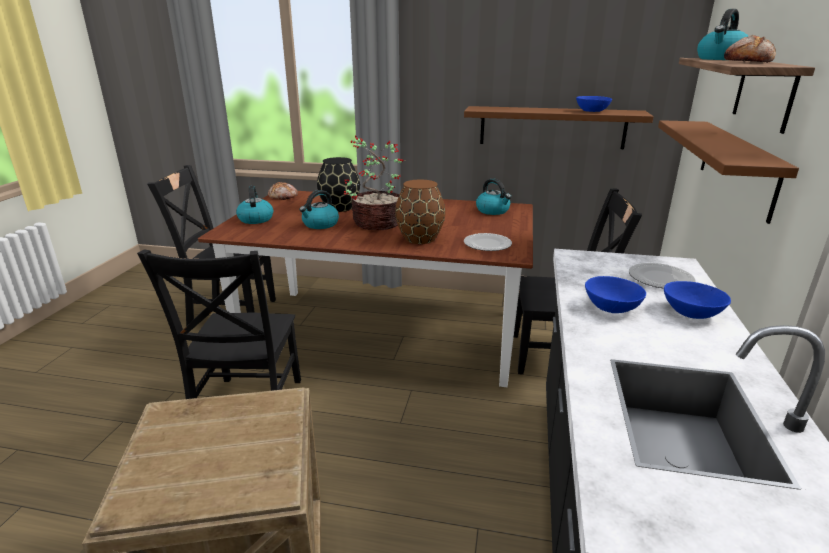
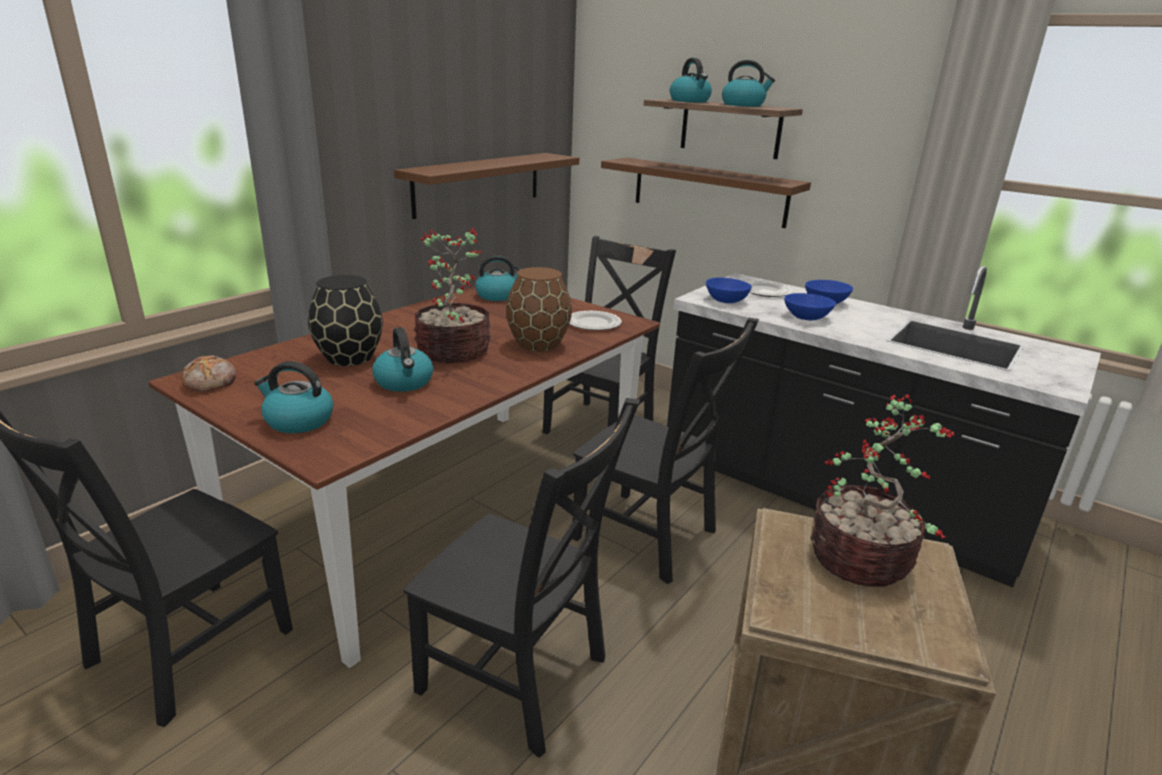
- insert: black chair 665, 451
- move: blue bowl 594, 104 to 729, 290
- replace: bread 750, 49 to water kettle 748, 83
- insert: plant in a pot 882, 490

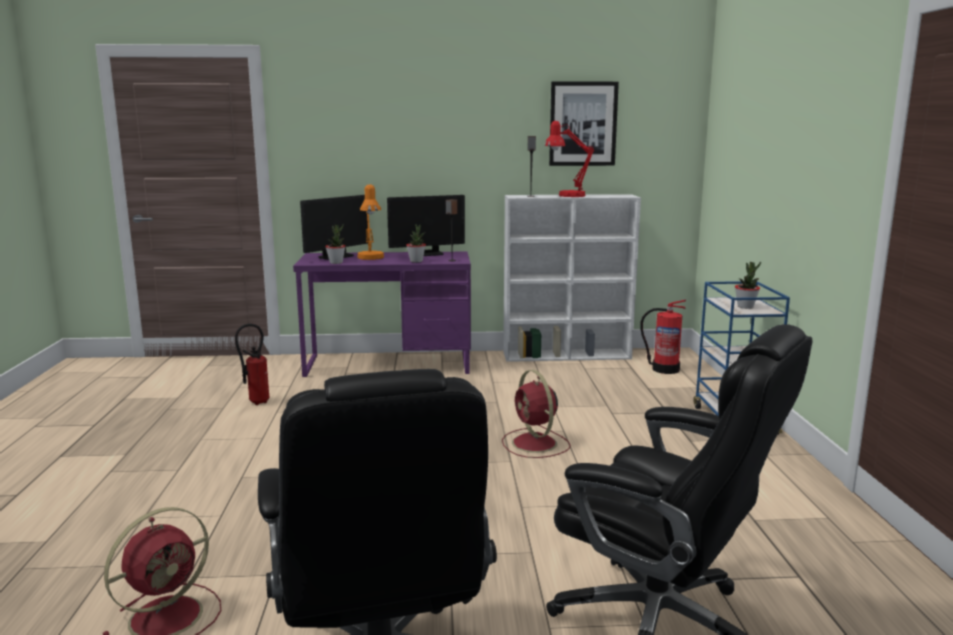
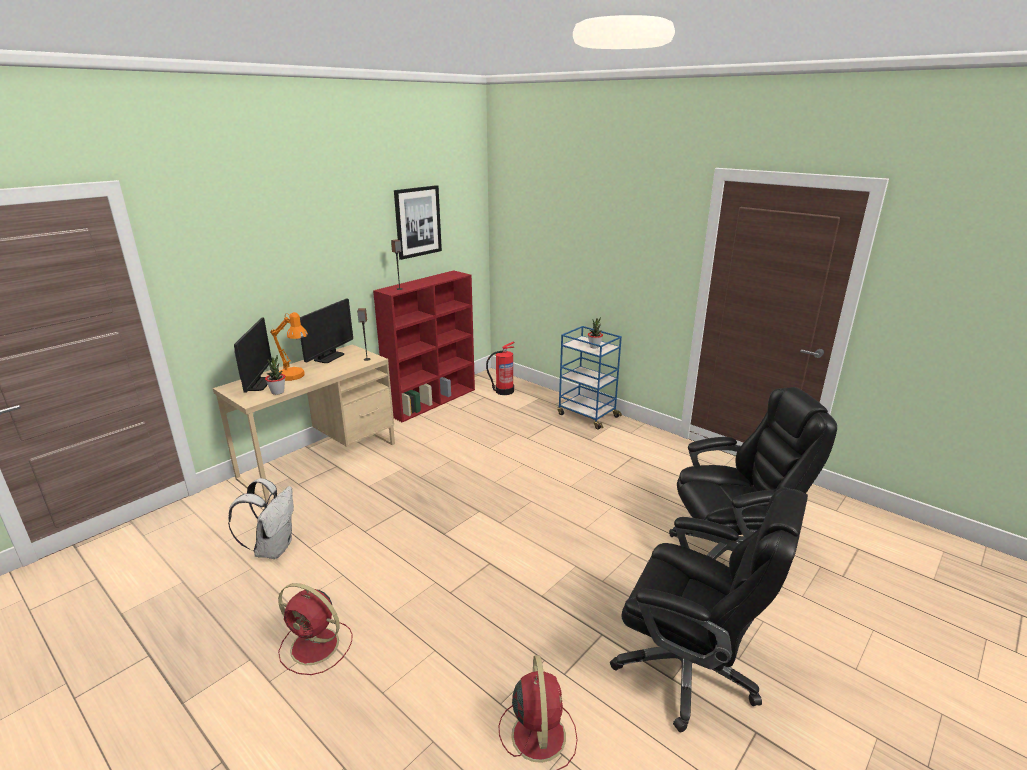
- recolor: purplish desk 382, 314 to sand-coloured desk 304, 424
- replace: fire-fighting cylinder 252, 364 to white-coloured backpack 261, 518
- move: red cooling fan 536, 414 to 315, 629
- recolor: white-coloured shelving unit 572, 278 to red shelving unit 424, 346
- delete: plant in a pot 416, 243
- delete: red lamp for a table 569, 159

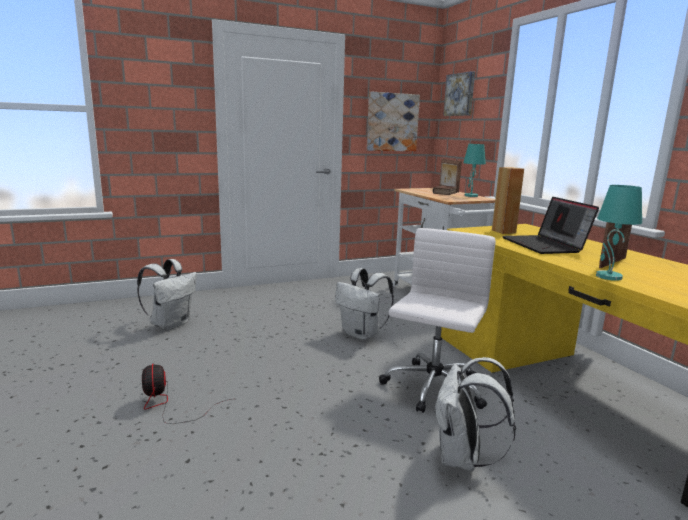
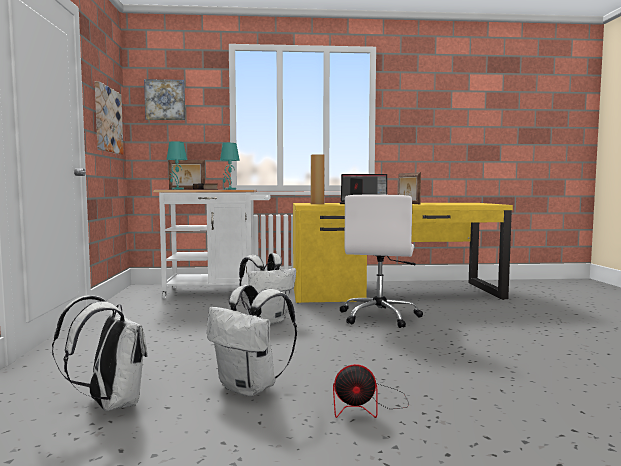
- move: turquoise lamp for a table 619, 233 to 177, 165
- move: white-coloured backpack 474, 414 to 252, 341
- rotate: white-coloured office chair 437, 320 = 381, 261 120 degrees counterclockwise

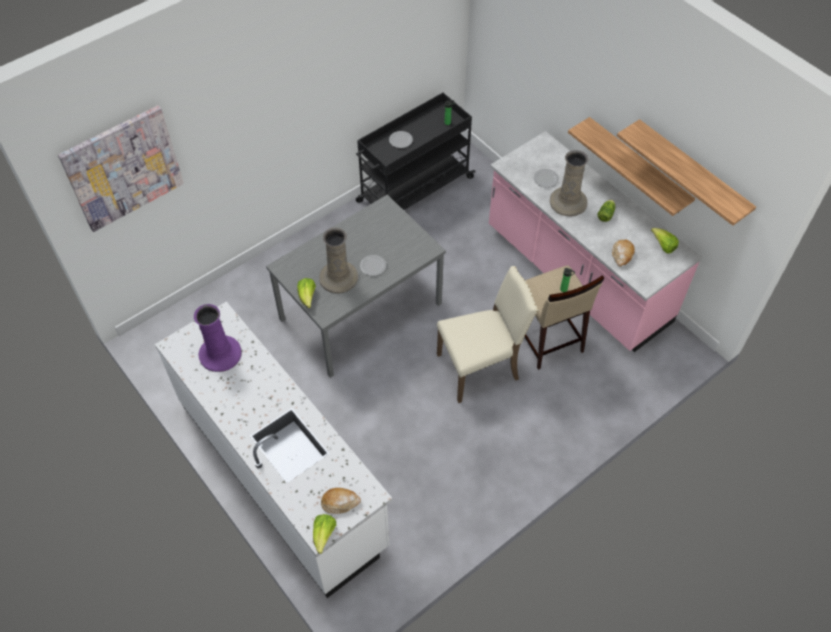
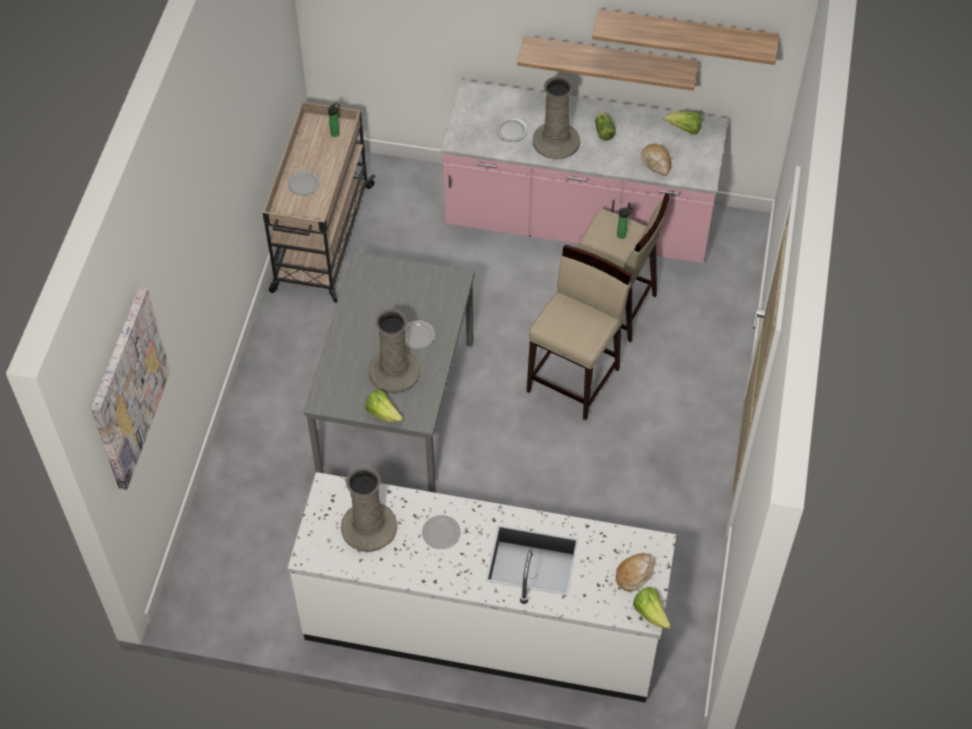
- recolor: black wheeled cart 416, 151 to sand-coloured wheeled cart 319, 202
- recolor: purplish flower vase 218, 338 to sand-coloured flower vase 369, 509
- insert: flat dish 441, 532
- replace: sand-coloured chair 487, 334 to sand-coloured stool 579, 332

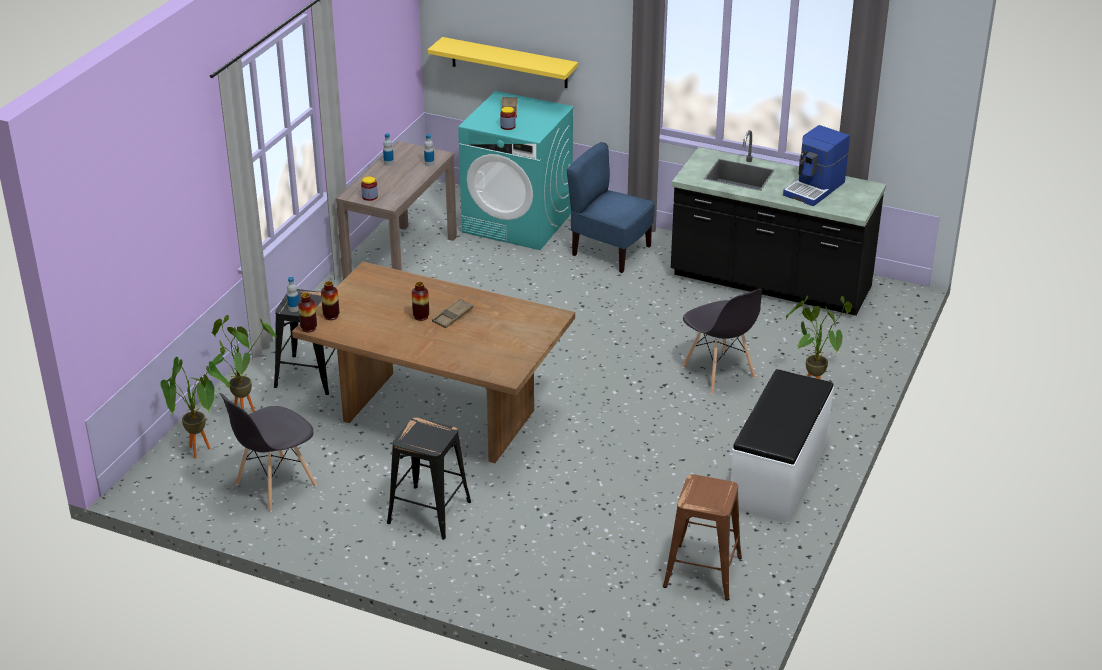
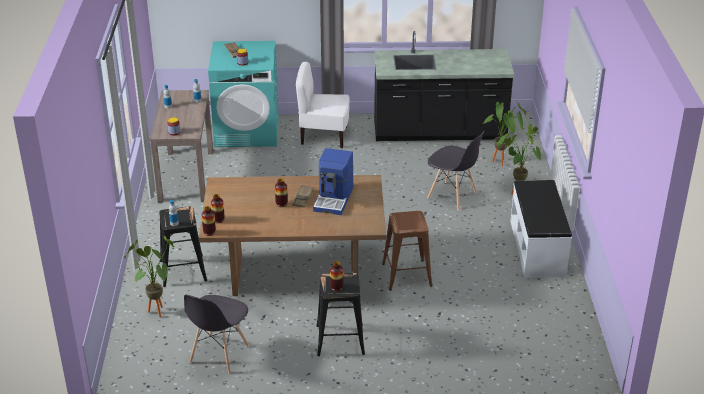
- recolor: blue chair 611, 207 to white-coloured chair 323, 104
- move: coffee maker 816, 165 to 333, 181
- insert: flower vase 337, 276
- move: brownish stool 702, 537 to 407, 251
- move: plant in a pot 195, 408 to 504, 133
- delete: yellow-coloured bracket shelf 503, 62

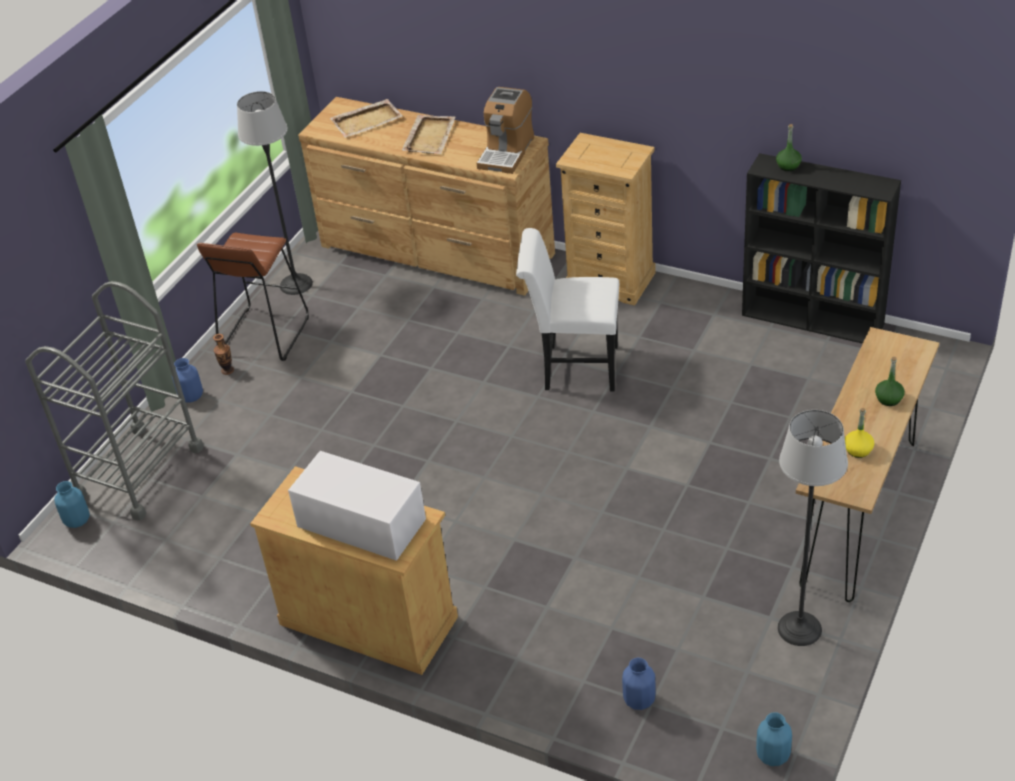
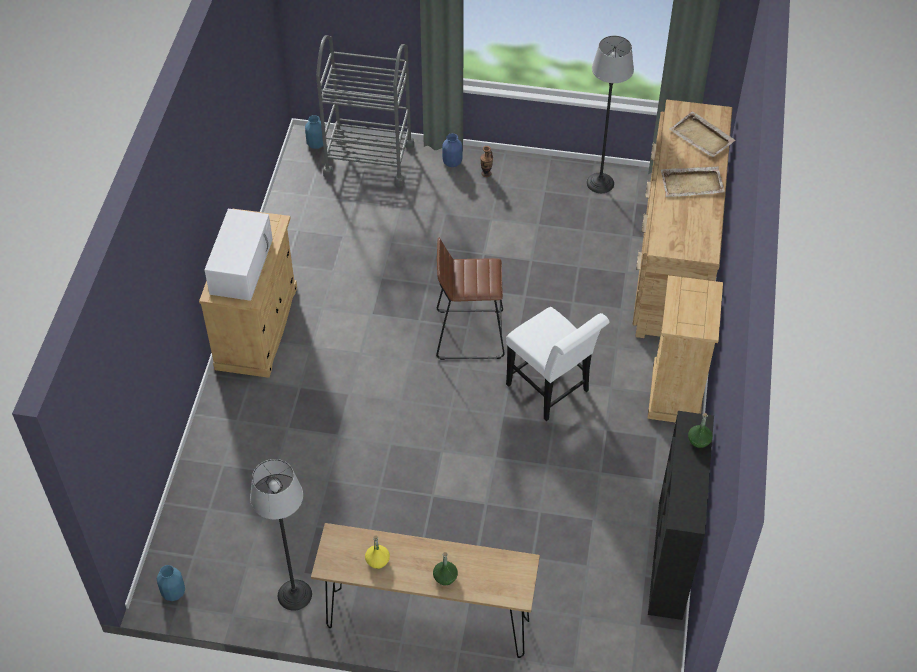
- move: brownish stool 253, 296 to 470, 298
- rotate: white-coloured chair 567, 309 = 558, 364 150 degrees clockwise
- delete: coffee maker 505, 130
- delete: blue flower vase 639, 684

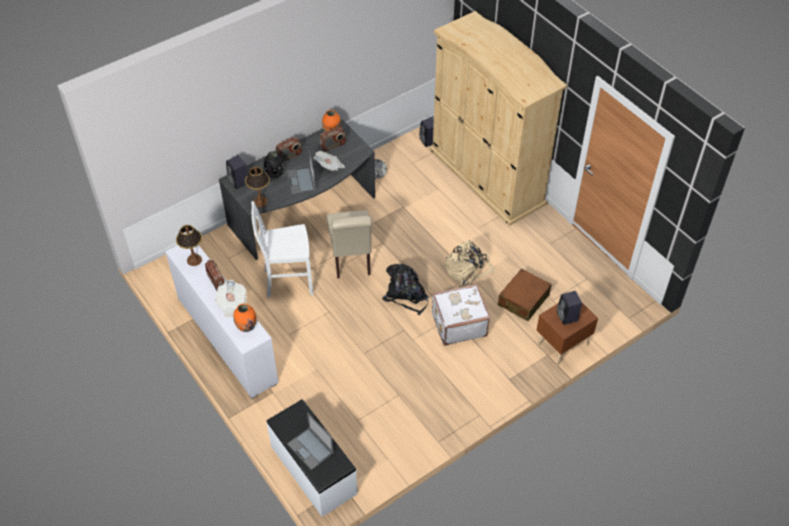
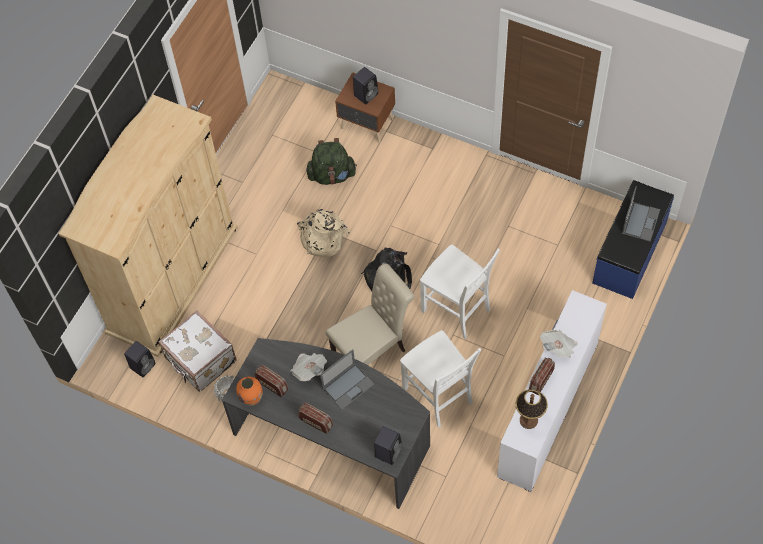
- move: white-coloured travel case 461, 315 to 197, 351
- replace: brownish travel case 525, 295 to green-coloured backpack 331, 161
- insert: white-coloured chair 460, 292
- recolor: white-coloured bench 312, 458 to blue bench 633, 239
- delete: orange flower vase 245, 318
- delete: lamp for a table 257, 187
- delete: black flower vase 274, 165

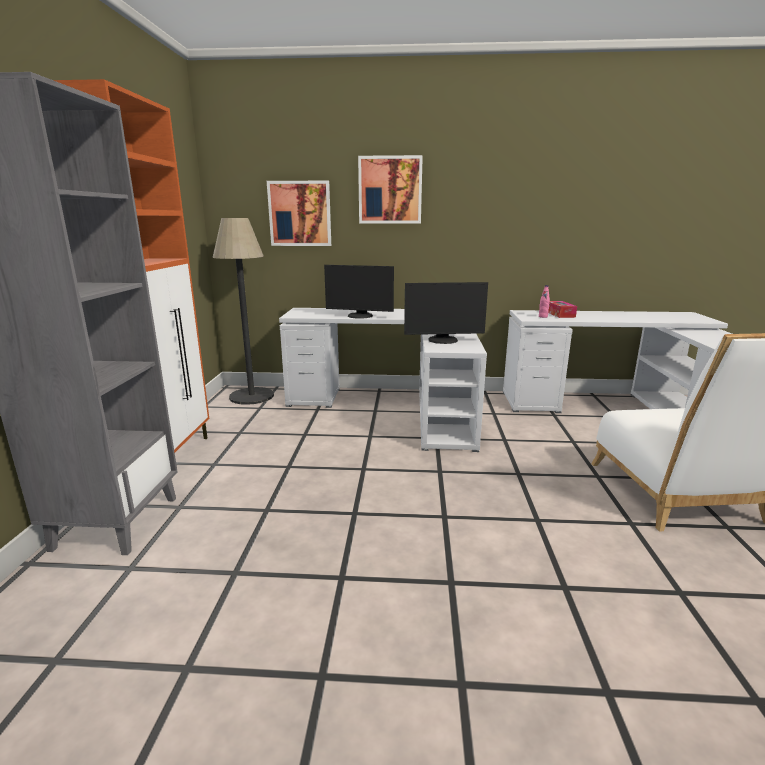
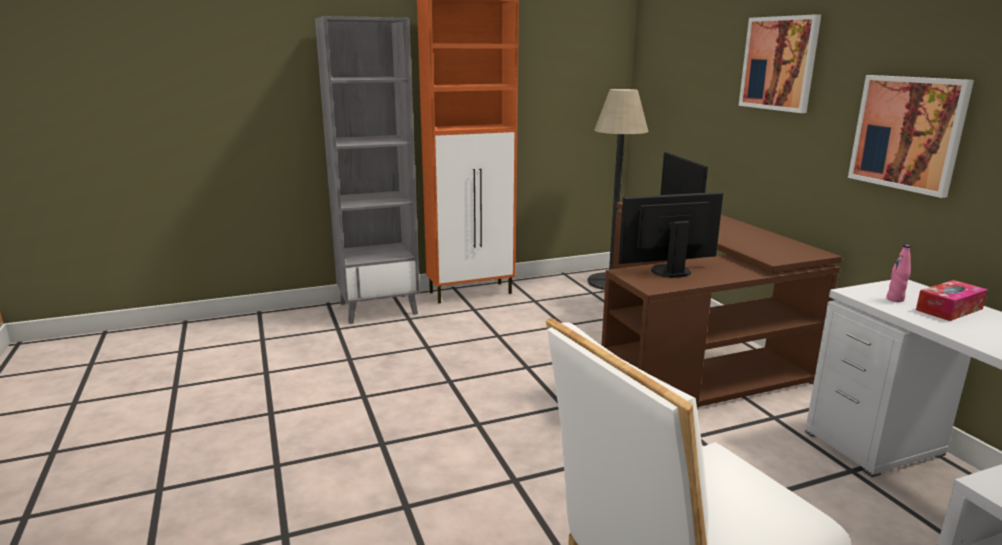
- recolor: white-coloured desk 383, 380 to brownish desk 722, 304
- rotate: monitor 446, 313 = 671, 235 105 degrees clockwise
- move: picture 299, 213 to 911, 136

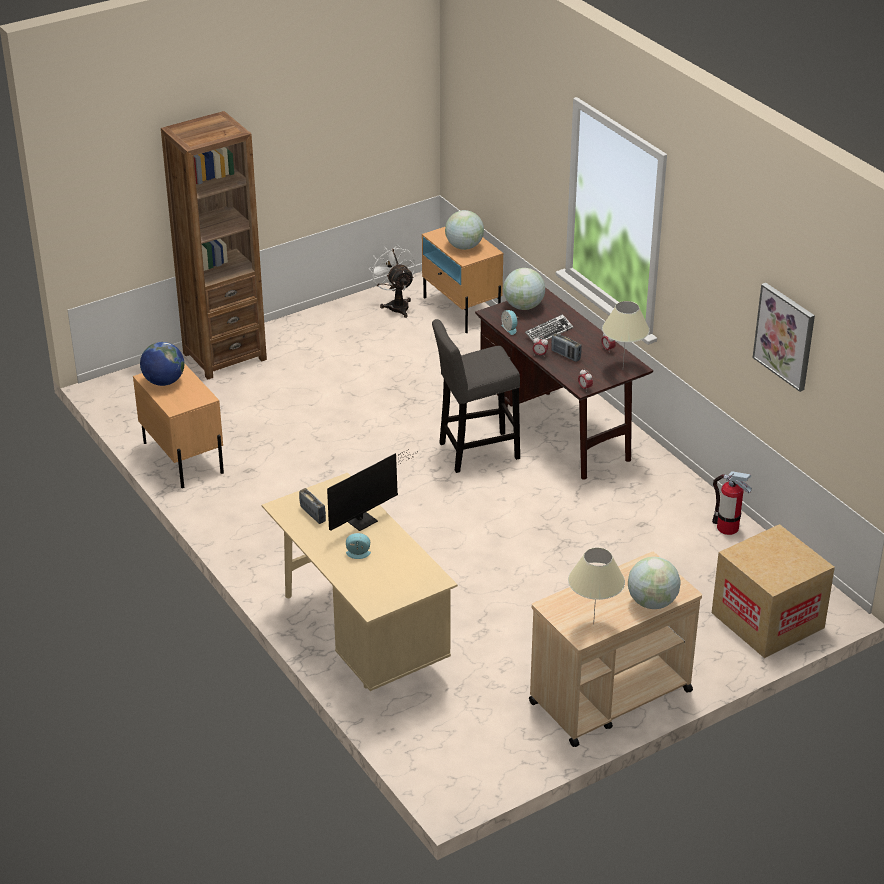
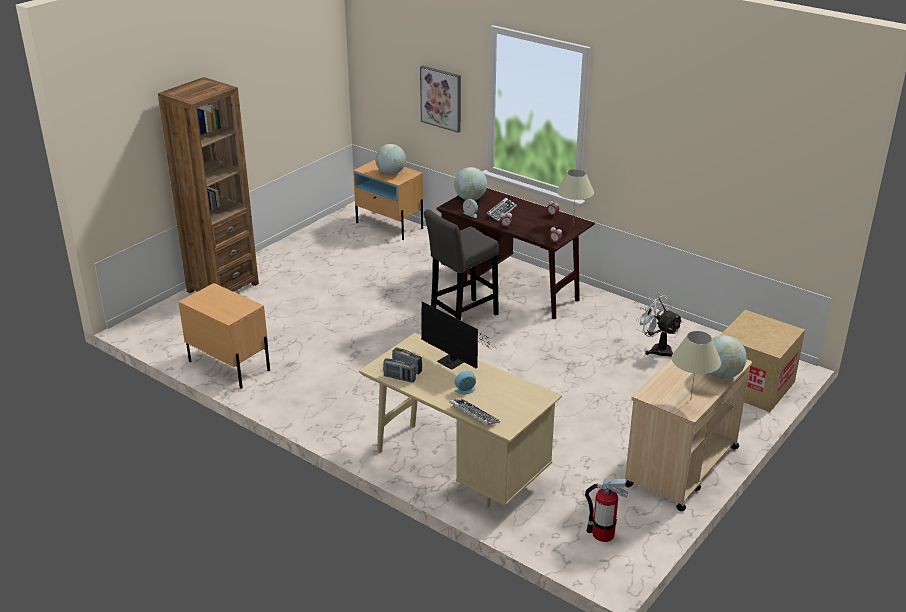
- move: radio 566, 347 to 399, 370
- move: picture 784, 337 to 440, 99
- rotate: monitor 371, 490 = 457, 335 105 degrees clockwise
- insert: keyboard 474, 412
- move: fire-fighting cylinder 732, 503 to 606, 510
- move: white-coloured cooling fan 392, 281 to 659, 324
- delete: desk globe 162, 364

